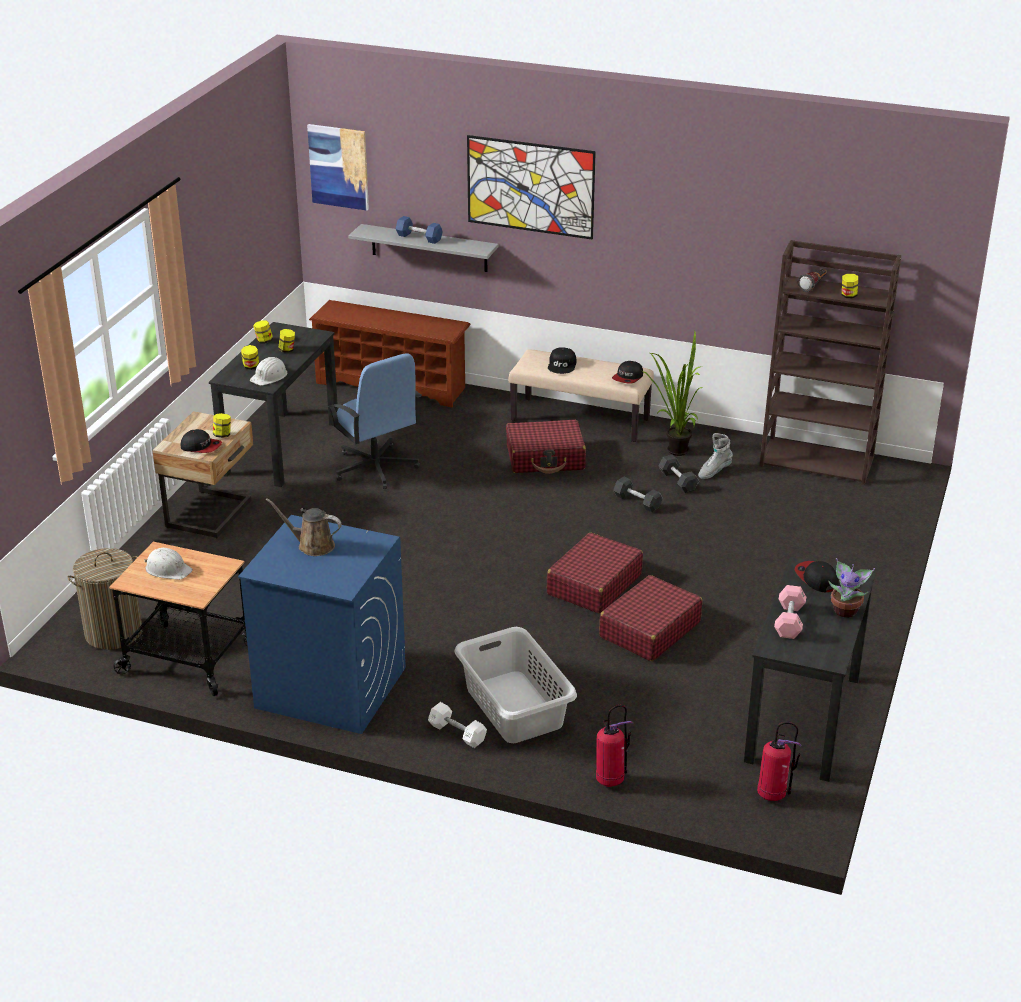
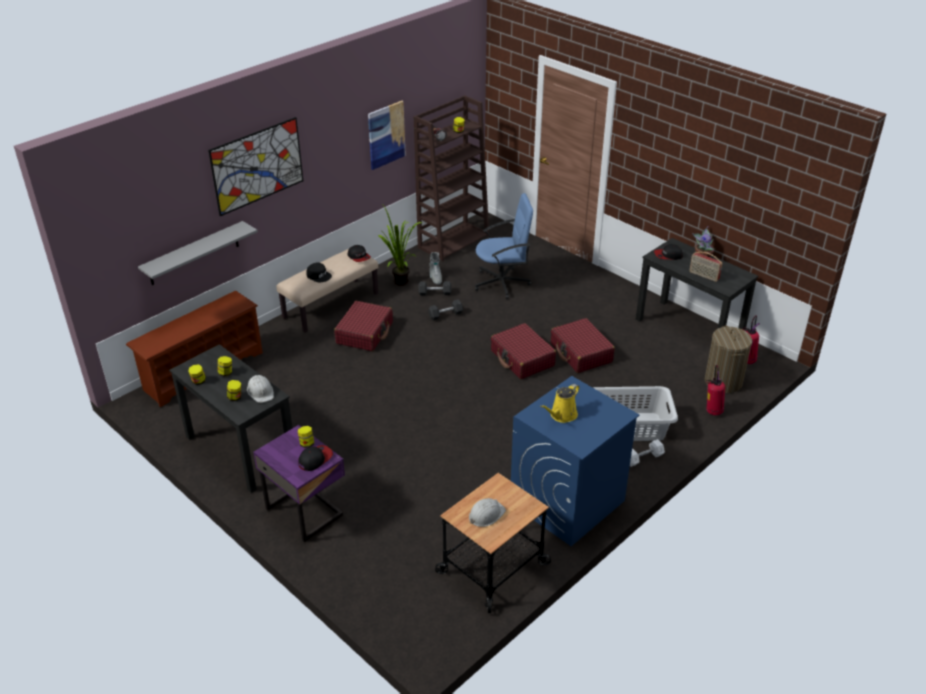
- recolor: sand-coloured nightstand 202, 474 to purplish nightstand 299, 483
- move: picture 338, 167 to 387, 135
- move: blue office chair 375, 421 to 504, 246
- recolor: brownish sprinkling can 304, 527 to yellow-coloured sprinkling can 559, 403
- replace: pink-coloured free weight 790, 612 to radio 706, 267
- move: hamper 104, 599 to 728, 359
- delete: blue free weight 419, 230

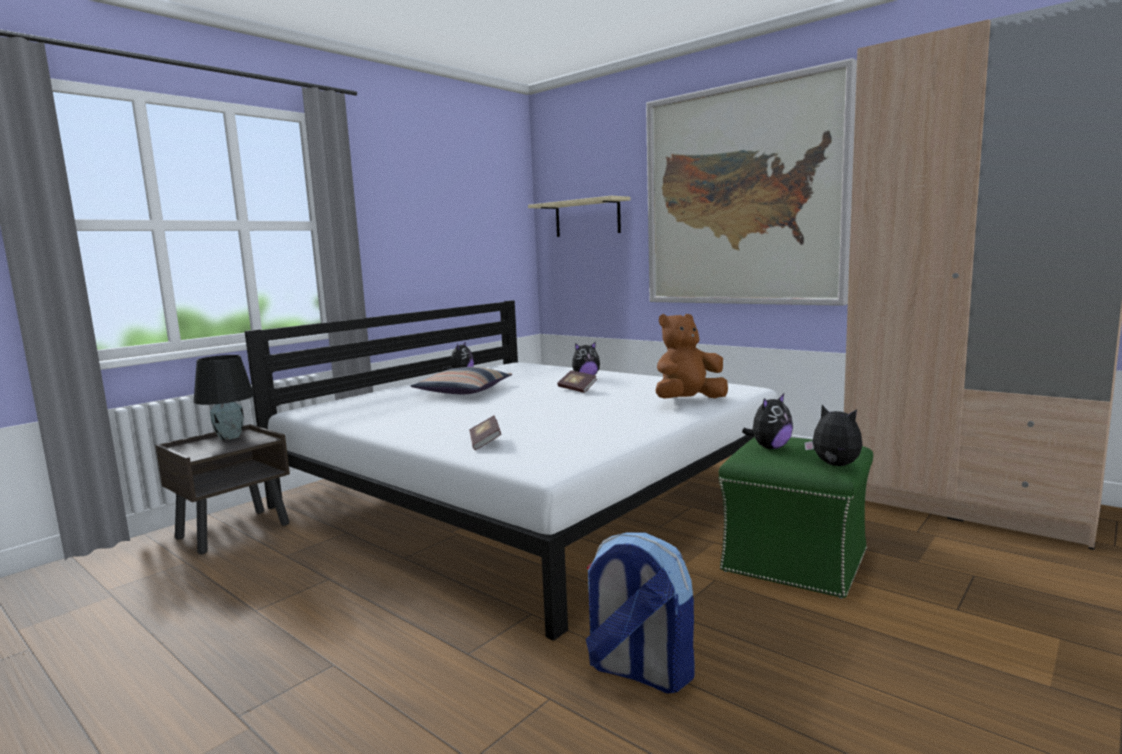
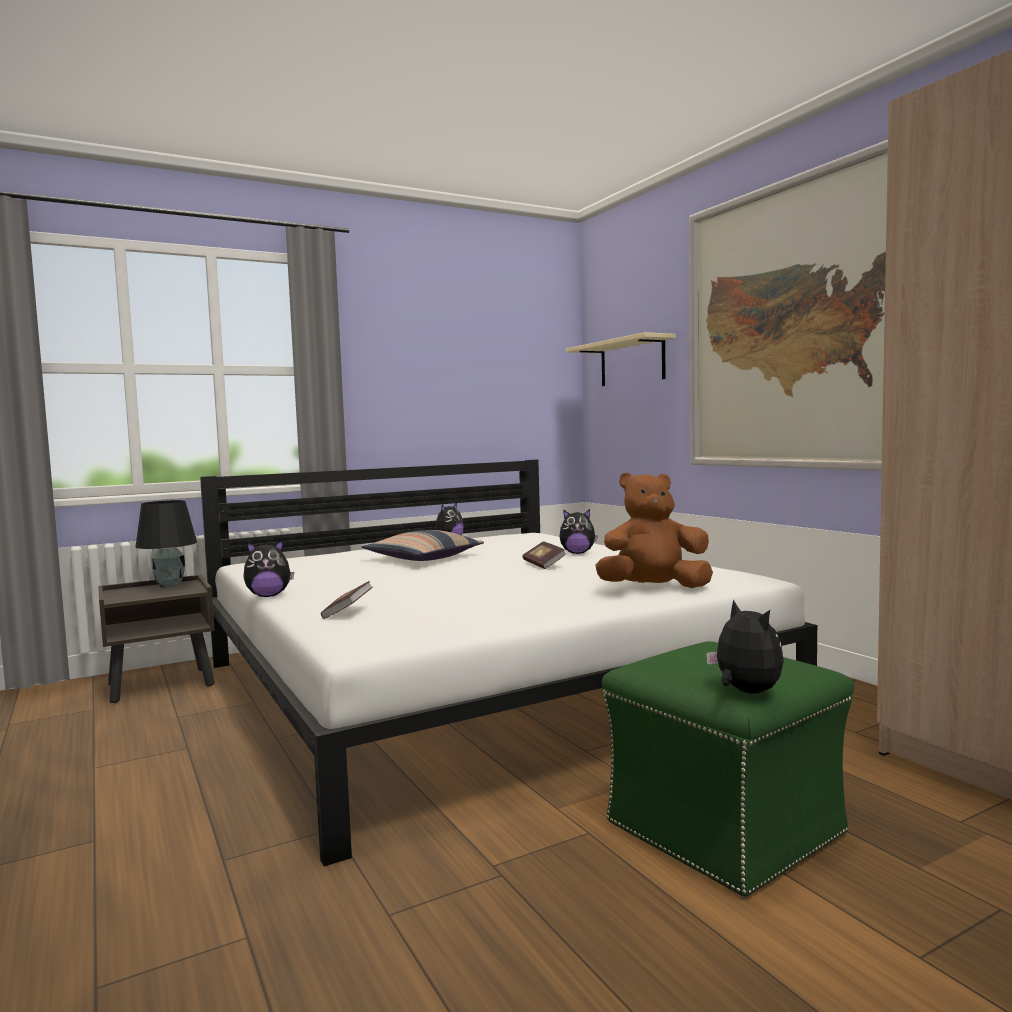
- move: plush toy 767, 421 to 268, 568
- delete: backpack 640, 612

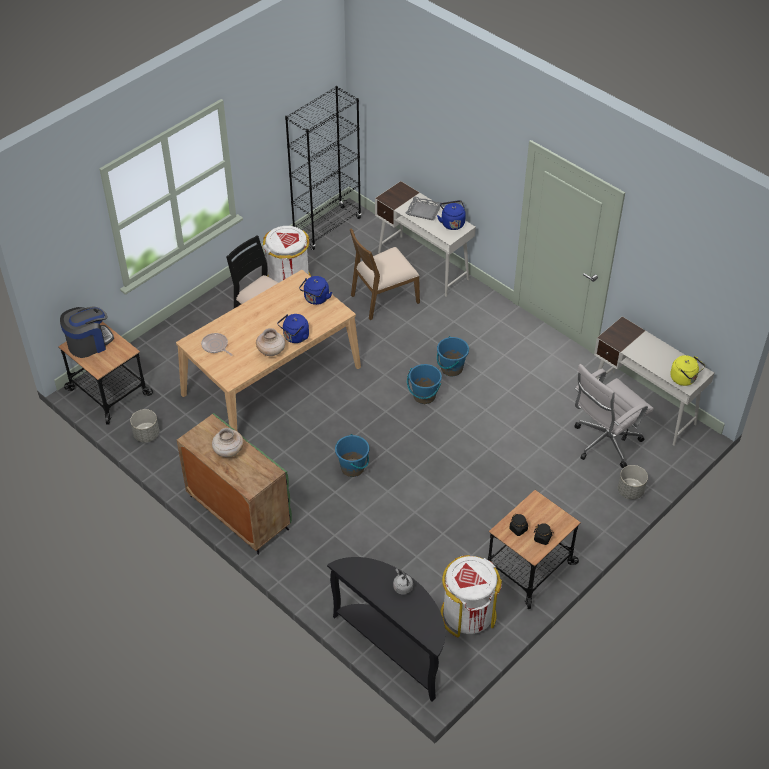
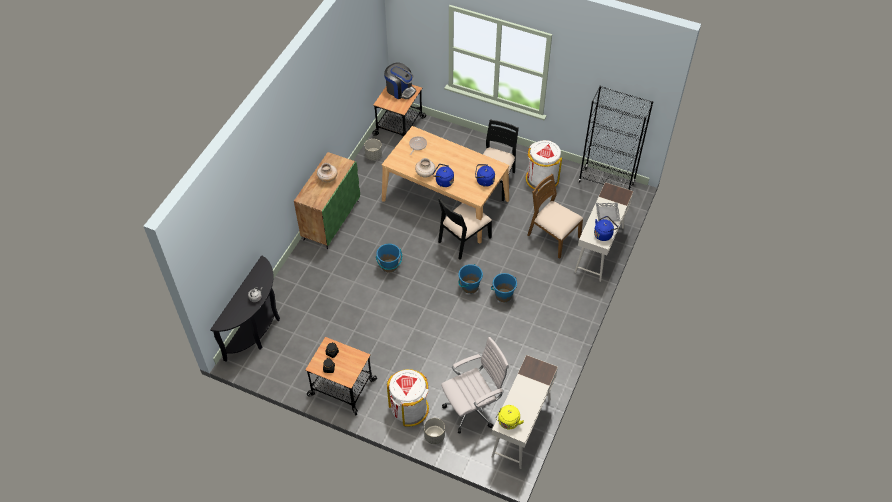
- move: white-coloured trash can 471, 596 to 408, 398
- insert: black chair 465, 229
- rotate: white-coloured office chair 614, 416 = 475, 385 120 degrees clockwise

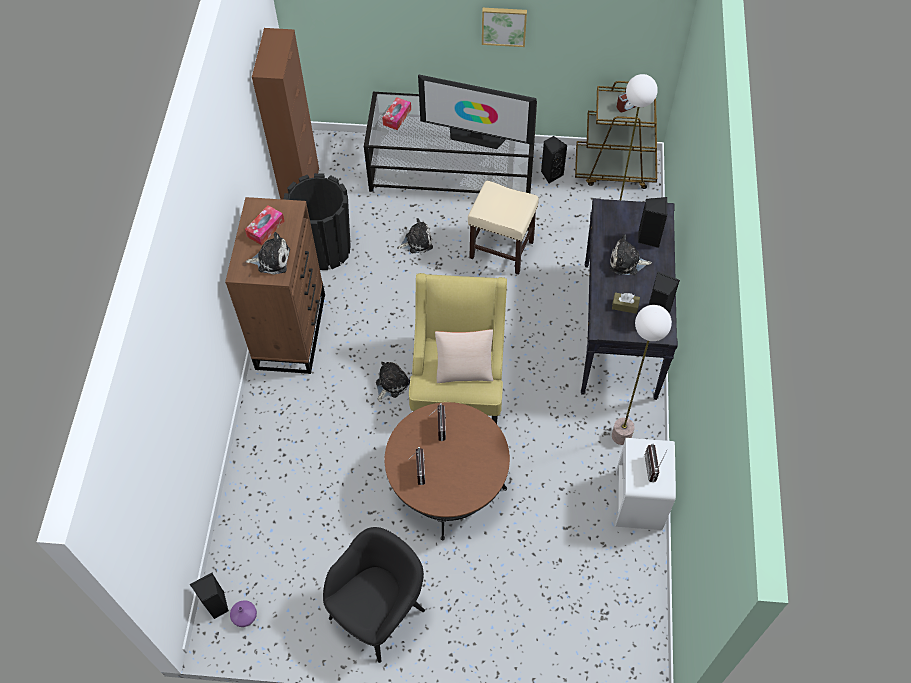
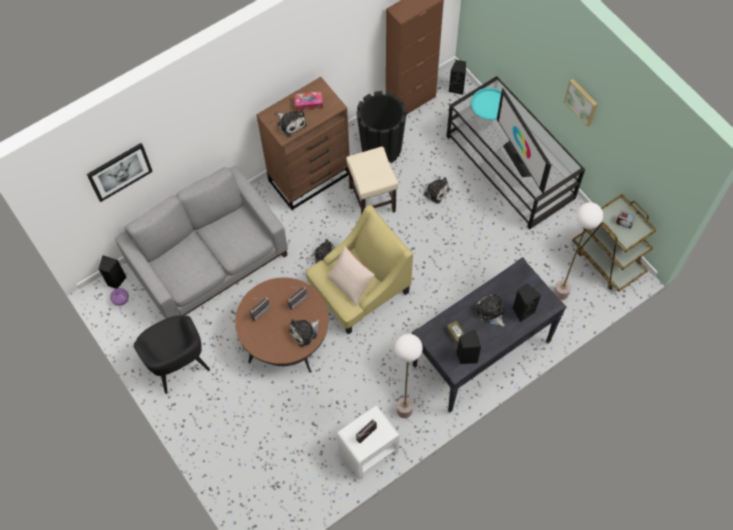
- insert: picture 120, 172
- insert: grey sofa 201, 242
- rotate: black lounge chair 374, 595 = 172, 355 60 degrees clockwise
- insert: plush toy 304, 333
- move: sand-coloured stool 503, 228 to 372, 180
- move: black speaker 554, 159 to 457, 77
- replace: box of tissues 396, 113 to turquoise serving tray 486, 104

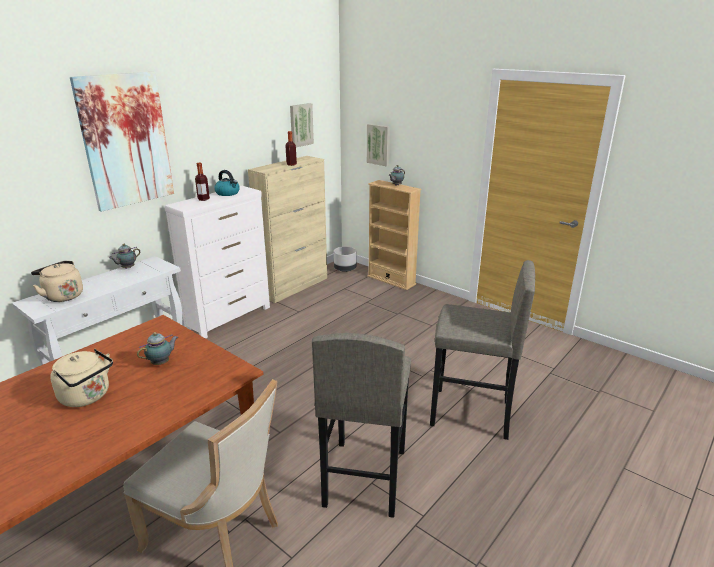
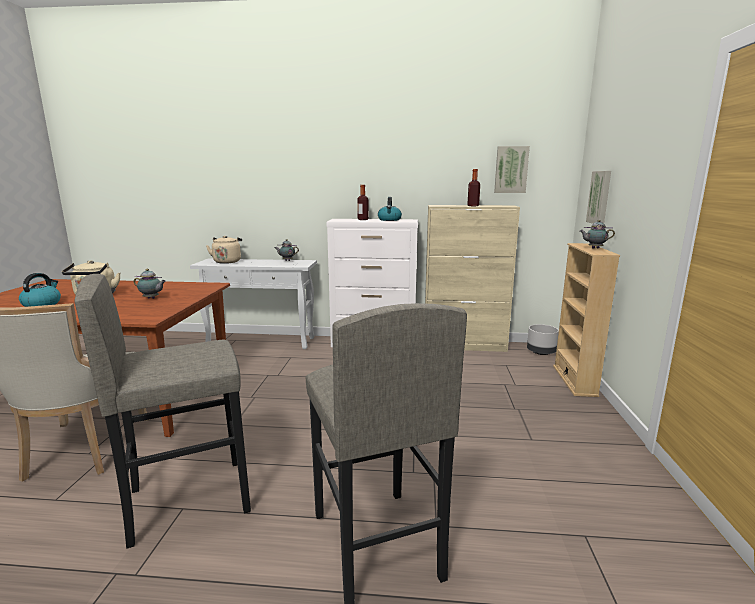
- insert: water kettle 40, 290
- delete: picture 122, 142

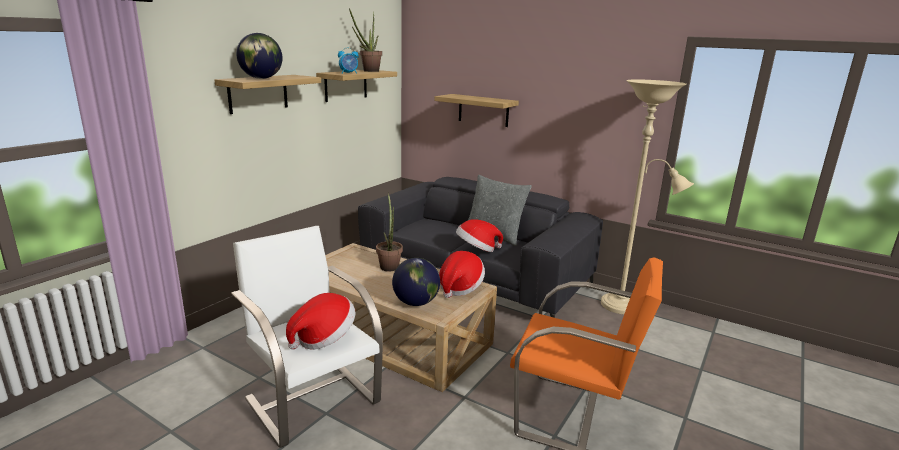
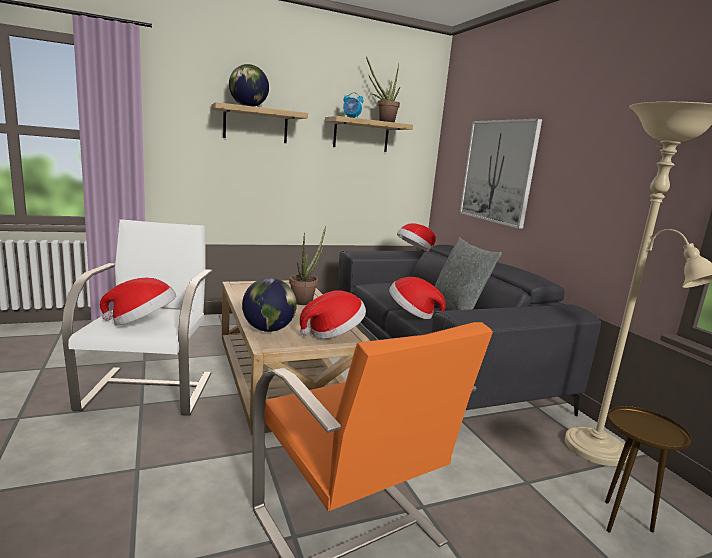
- insert: wearable hat 416, 237
- replace: bracket shelf 476, 110 to picture 501, 174
- insert: brownish accent table 648, 469

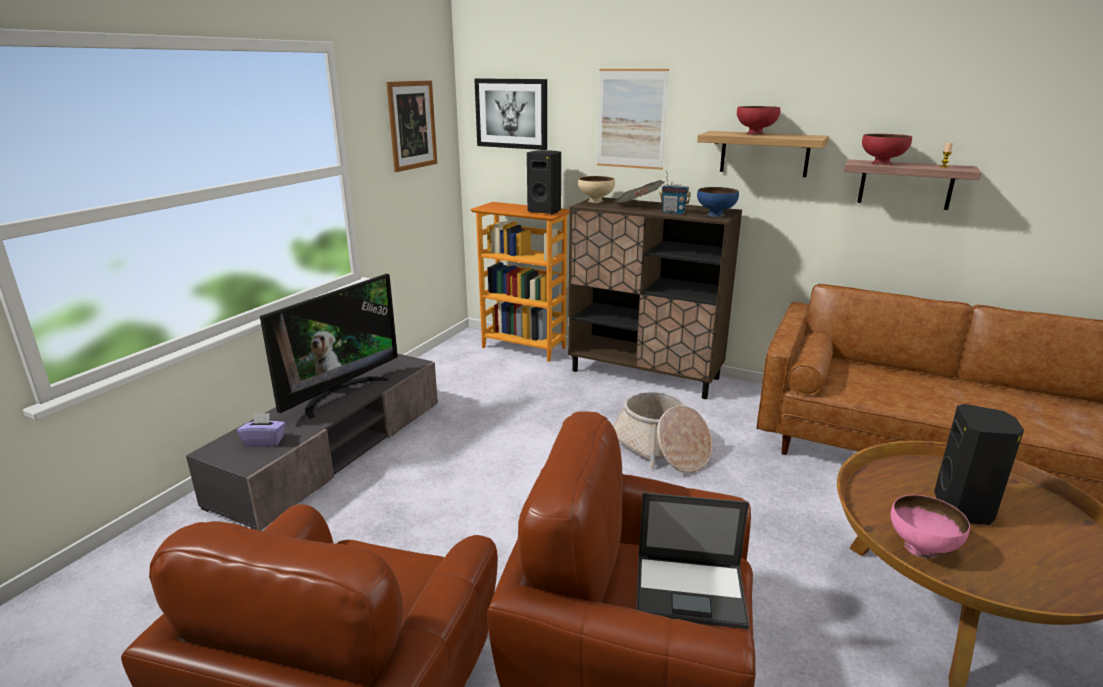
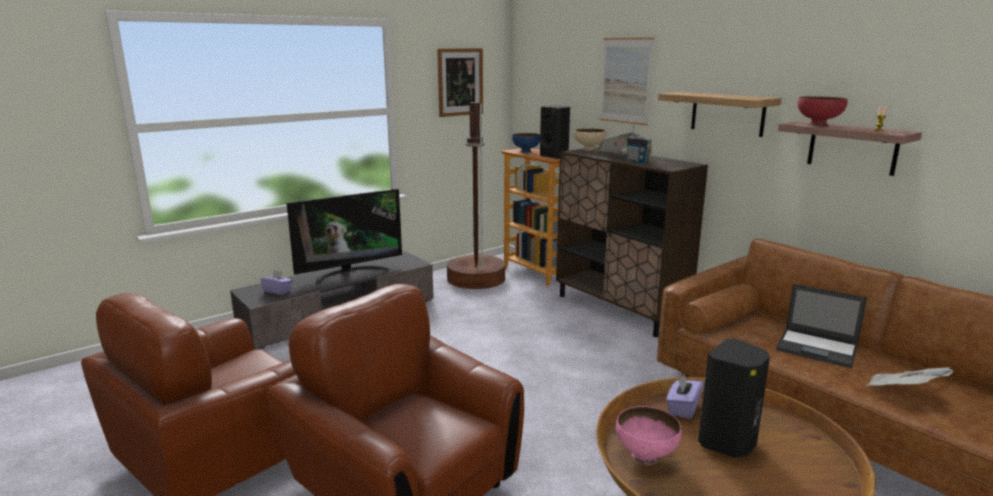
- insert: brownish standing lamp 476, 195
- move: blue bowl 718, 202 to 526, 143
- insert: purplish box of tissues 684, 396
- move: portable computer 692, 561 to 821, 326
- insert: printed paper 910, 376
- delete: picture 510, 114
- delete: basket 663, 432
- delete: red bowl 758, 120

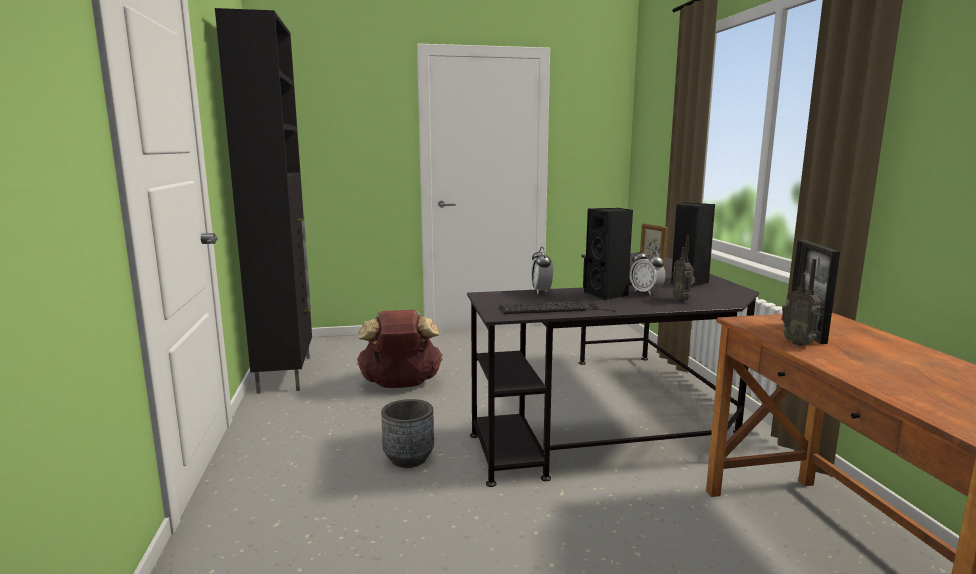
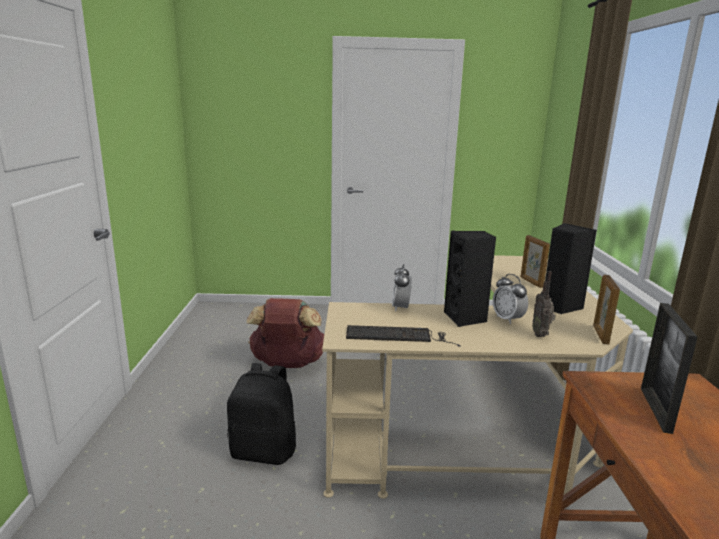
- replace: grey planter 407, 433 to black backpack 261, 414
- recolor: black desk 613, 370 to sand-coloured desk 477, 377
- insert: photo frame 606, 309
- delete: black cabinet 263, 201
- delete: radio 801, 302

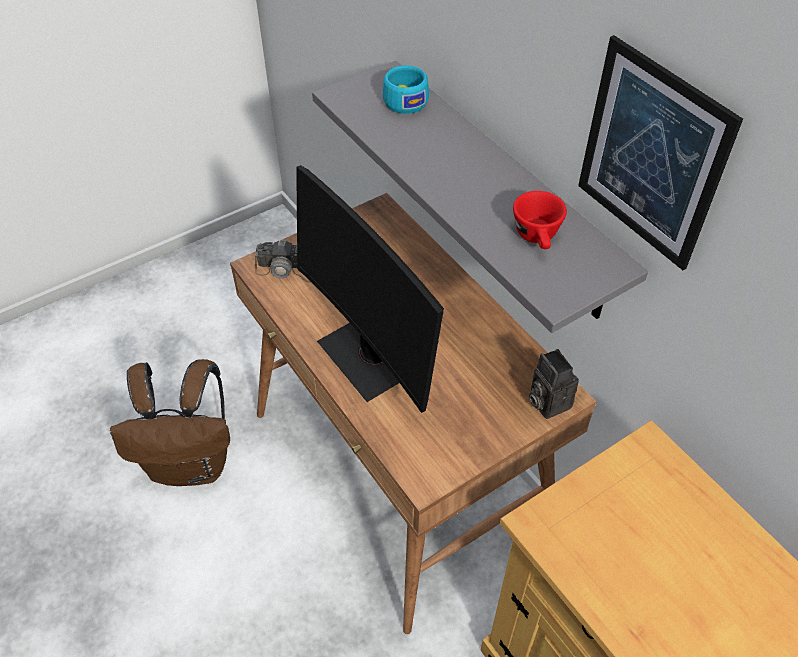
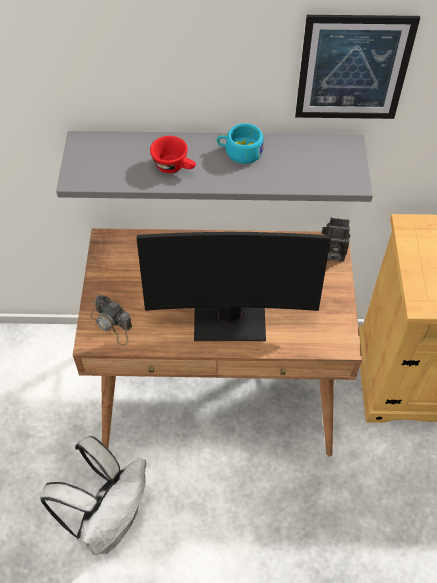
- recolor: brownish backpack 170, 422 to white-coloured backpack 93, 495
- rotate: still camera 283, 261 = 111, 320 90 degrees clockwise
- move: red cup 540, 220 to 173, 154
- move: turquoise cup 406, 89 to 240, 143

